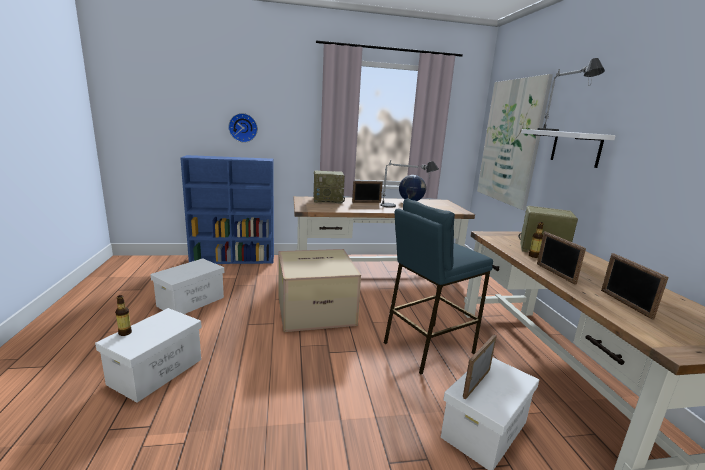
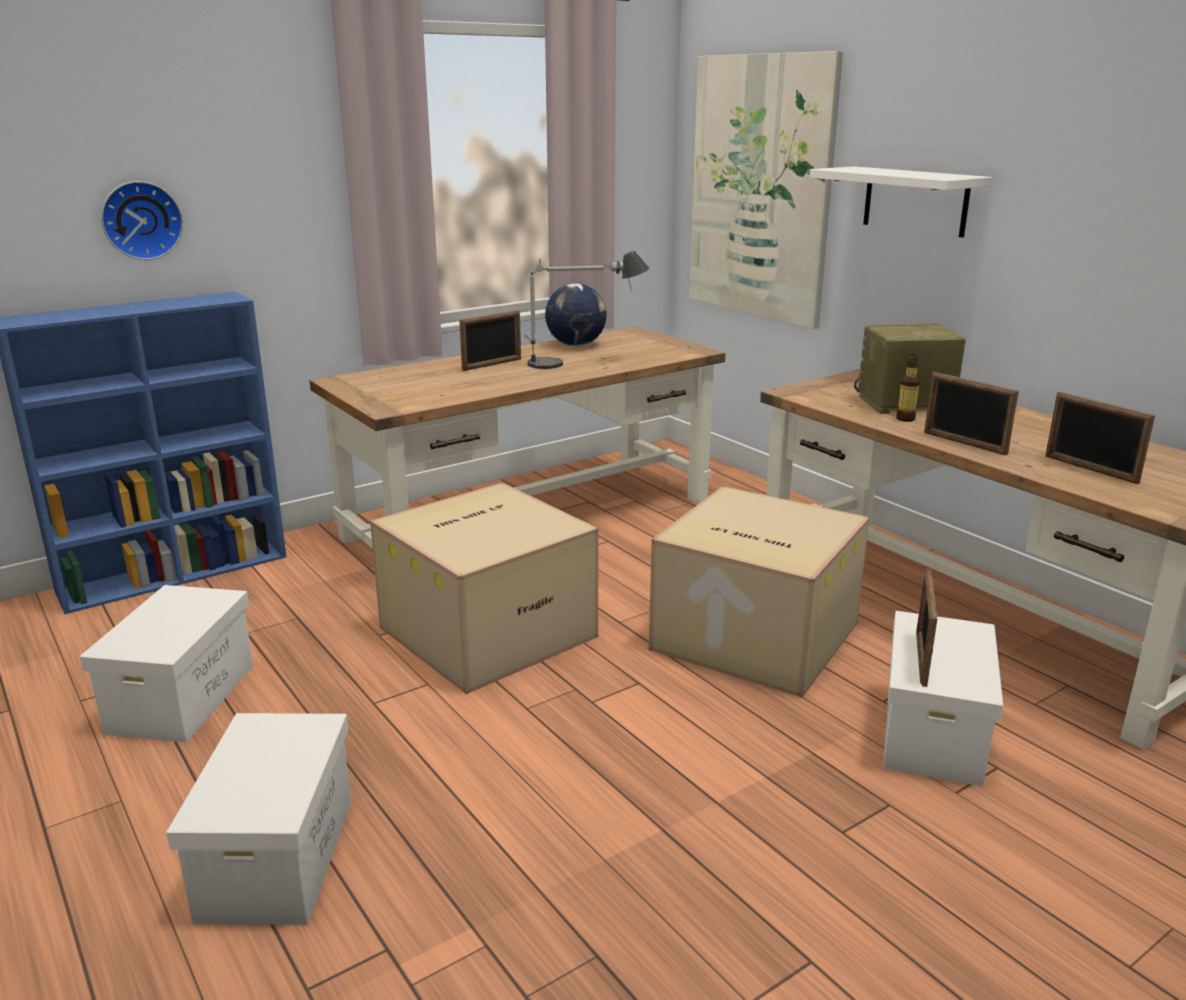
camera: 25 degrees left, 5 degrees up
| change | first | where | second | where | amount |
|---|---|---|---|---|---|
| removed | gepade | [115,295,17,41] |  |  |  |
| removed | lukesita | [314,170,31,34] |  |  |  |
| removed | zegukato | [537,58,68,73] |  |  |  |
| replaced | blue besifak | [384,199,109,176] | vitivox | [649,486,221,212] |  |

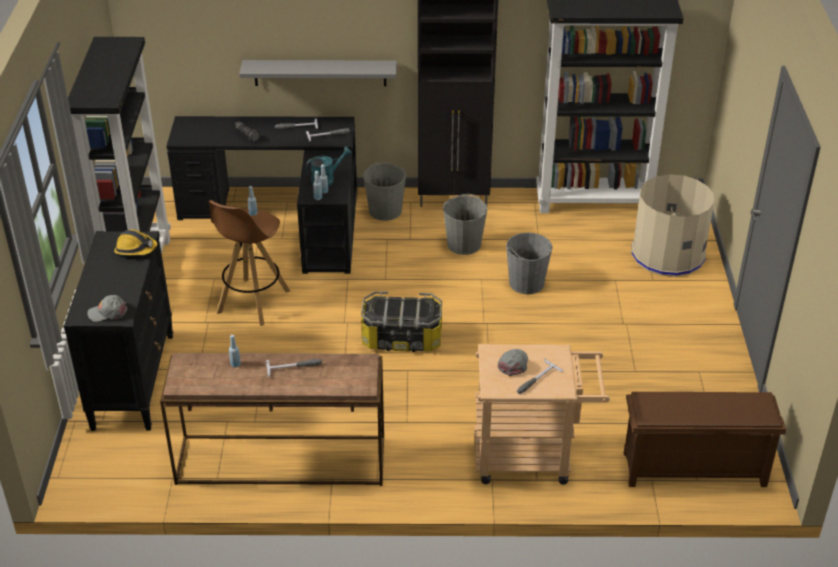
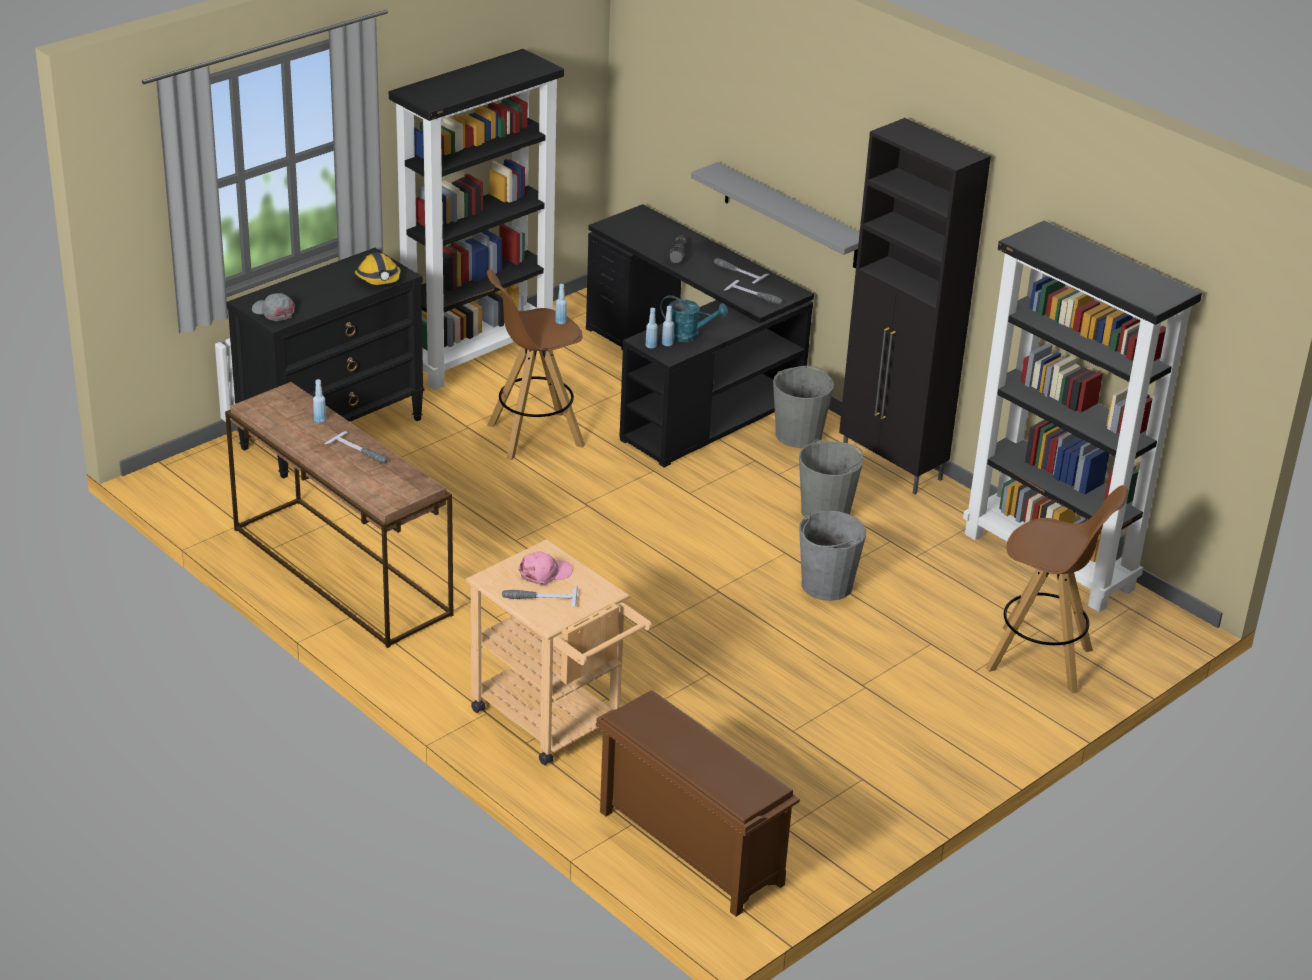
camera: 45 degrees right, 5 degrees down
| change | first | where | second | where | amount |
|---|---|---|---|---|---|
| removed | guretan | [361,291,81,61] |  |  |  |
| replaced | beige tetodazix | [631,174,83,103] | brown besifak | [986,485,142,209] |  |
| recoloured | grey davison | [498,349,30,27] | pink davison | [518,552,54,33] |  |

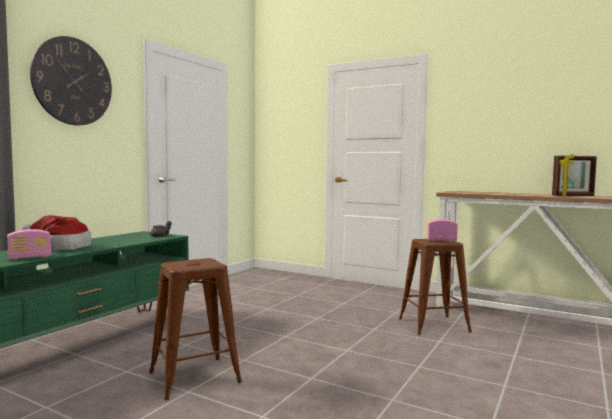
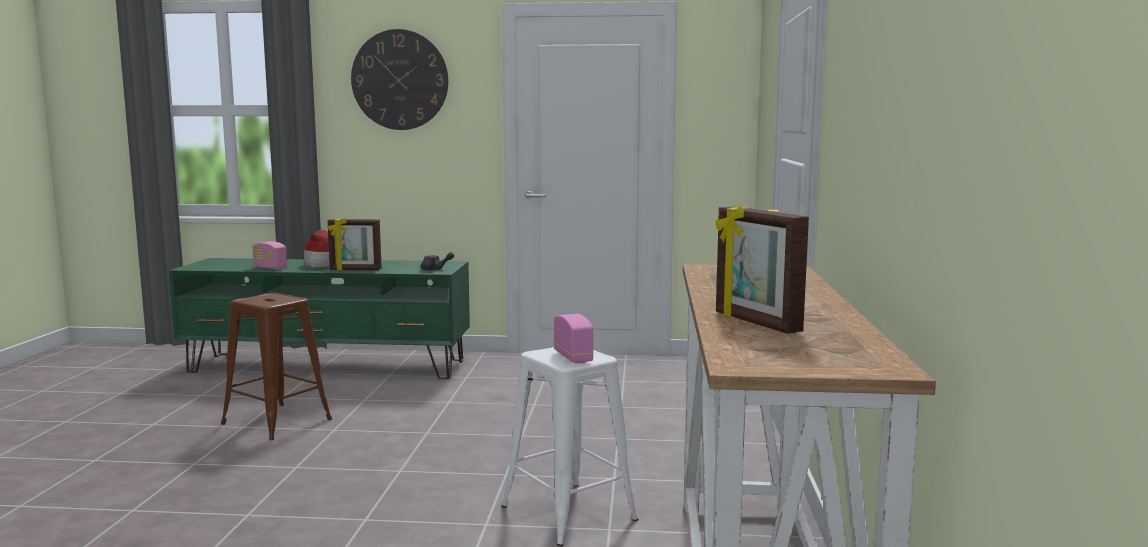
camera: 65 degrees right, 5 degrees up
| change | first | where | second | where | amount |
|---|---|---|---|---|---|
| added |  |  | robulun | [328,218,54,53] |  |
| recoloured | brown besifak | [399,239,73,96] | white besifak | [501,347,137,200] |  |

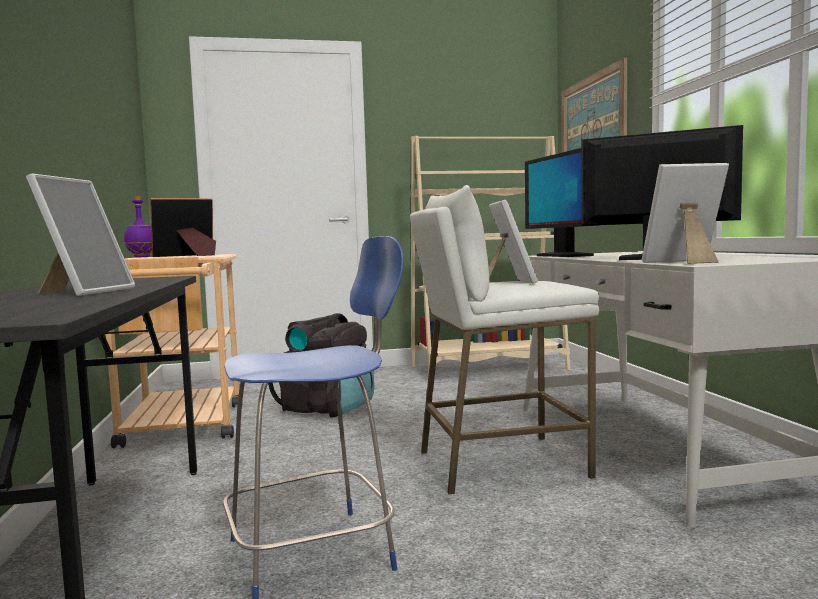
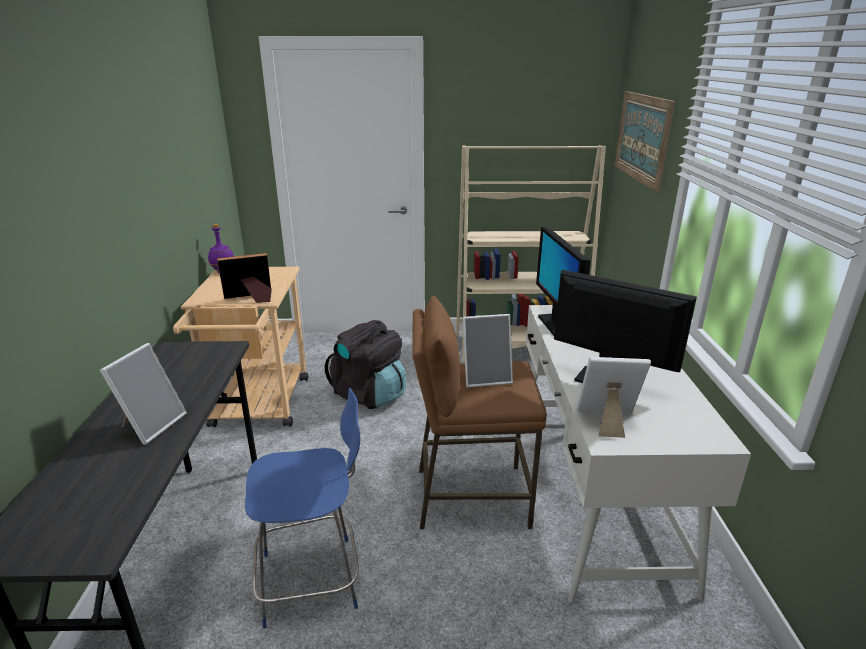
camera: 10 degrees right, 20 degrees up
| change | first | where | second | where | amount |
|---|---|---|---|---|---|
| recoloured | white besifak | [410,185,189,309] | brown besifak | [412,296,135,233] |  |
| turned | robulun | [489,200,49,84] |  | [463,314,50,74] | 75 degrees clockwise |

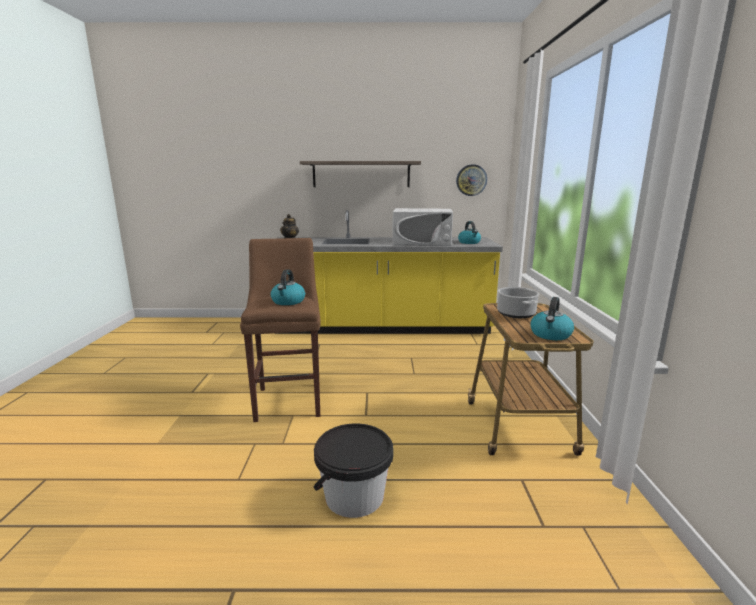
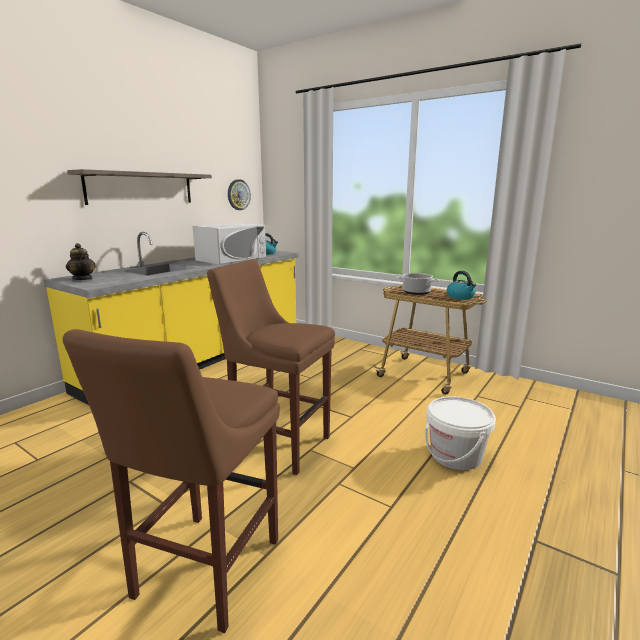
camera: 55 degrees left, 0 degrees up
| change | first | where | second | where | amount |
|---|---|---|---|---|---|
| removed | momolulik | [271,269,34,36] |  |  |  |
| added |  |  | brown besifak | [63,329,217,304] |  |
| recoloured | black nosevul | [313,423,80,95] | white nosevul | [425,396,71,74] |  |

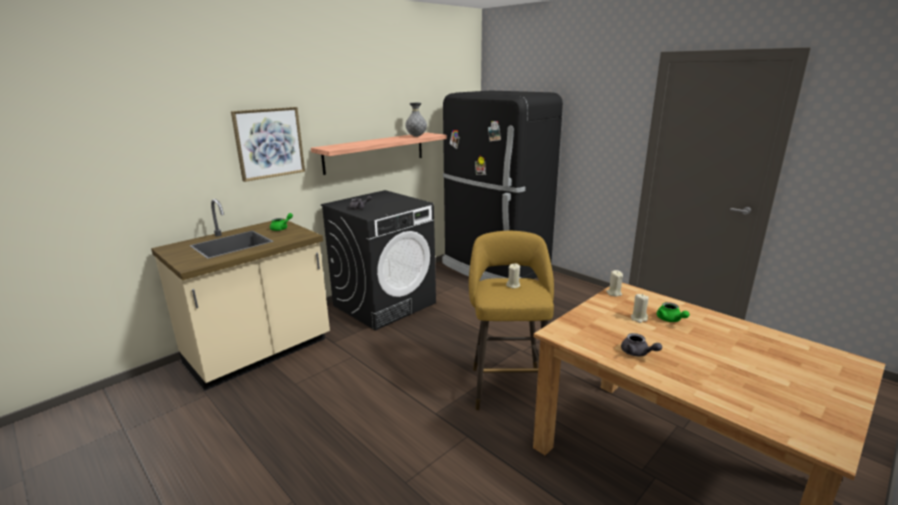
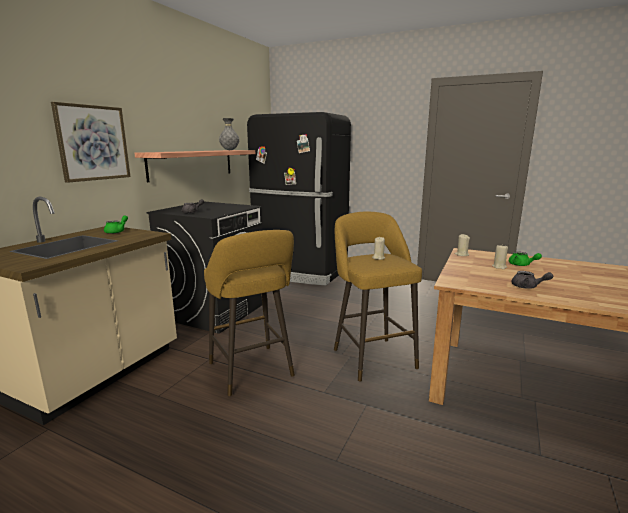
camera: 20 degrees left, 5 degrees down
| change | first | where | second | where | amount |
|---|---|---|---|---|---|
| added |  |  | yellow besifak | [204,230,91,166] |  |

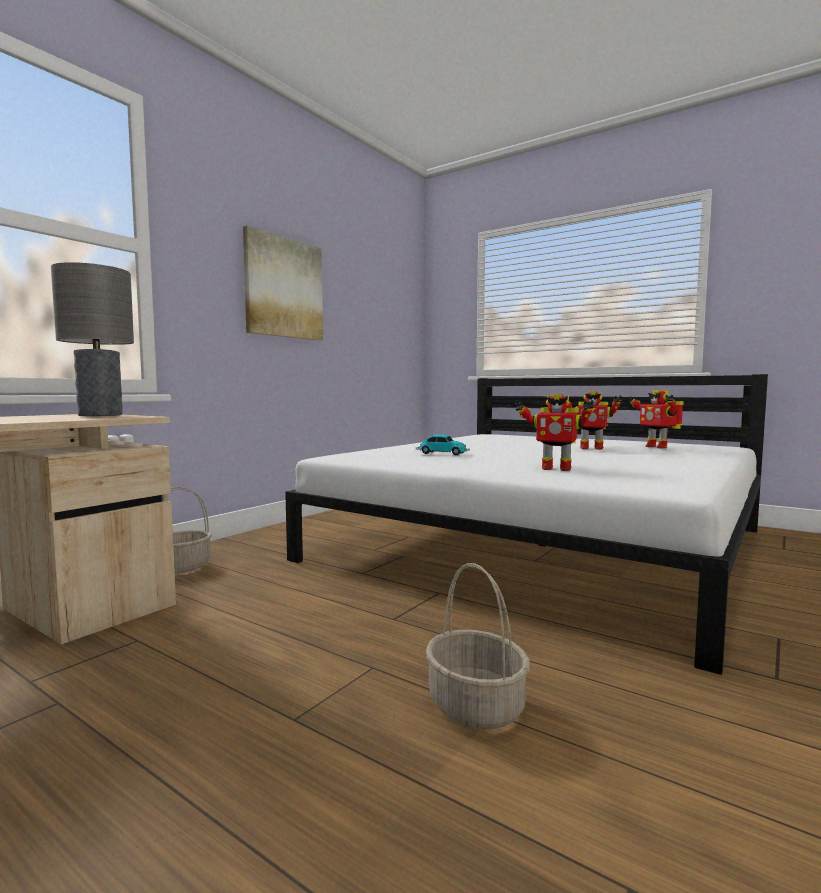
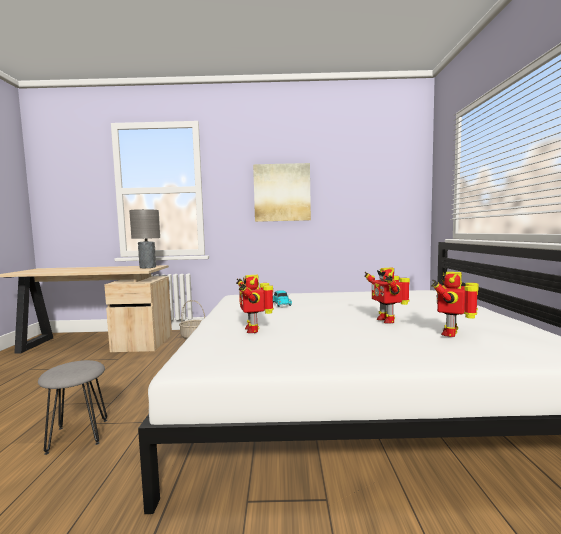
camera: 55 degrees right, 0 degrees up
| change | first | where | second | where | amount |
|---|---|---|---|---|---|
| replaced | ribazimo | [426,563,104,166] | grey besifak | [38,360,69,95] |  |

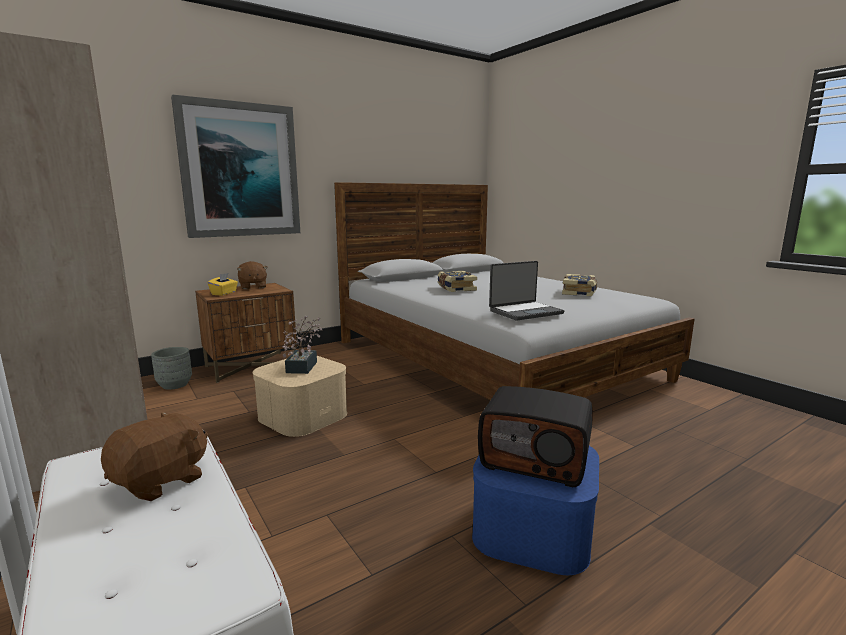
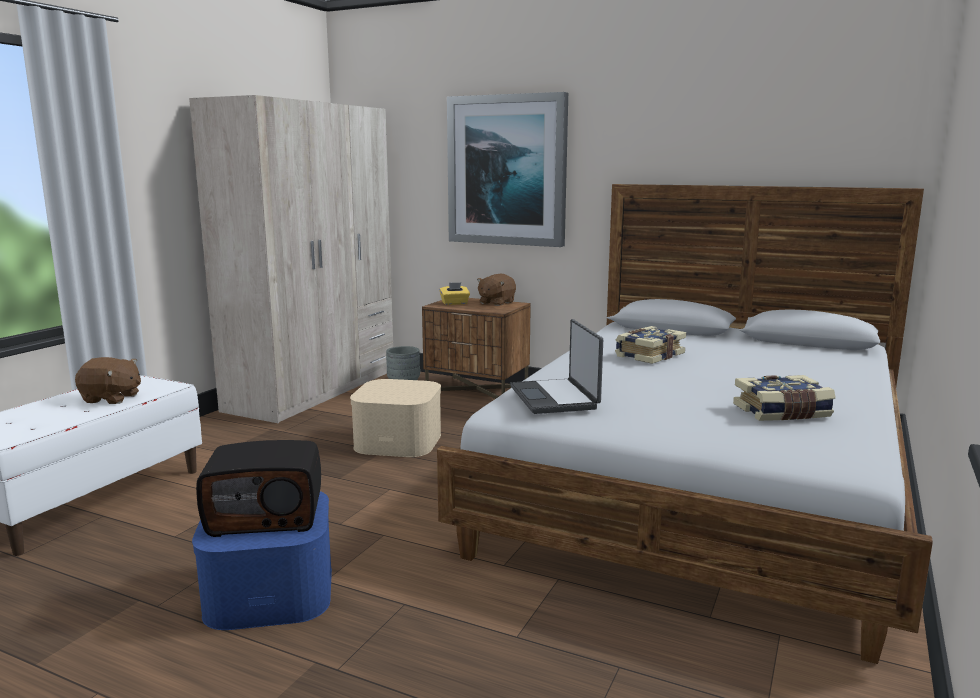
camera: 60 degrees right, 0 degrees up
| change | first | where | second | where | amount |
|---|---|---|---|---|---|
| removed | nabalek | [283,316,40,58] |  |  |  |
| turned | lukesita | [478,386,114,101] |  | [196,440,125,97] | 90 degrees counterclockwise |
| turned | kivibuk | [489,261,75,60] |  | [510,319,93,95] | 45 degrees clockwise |

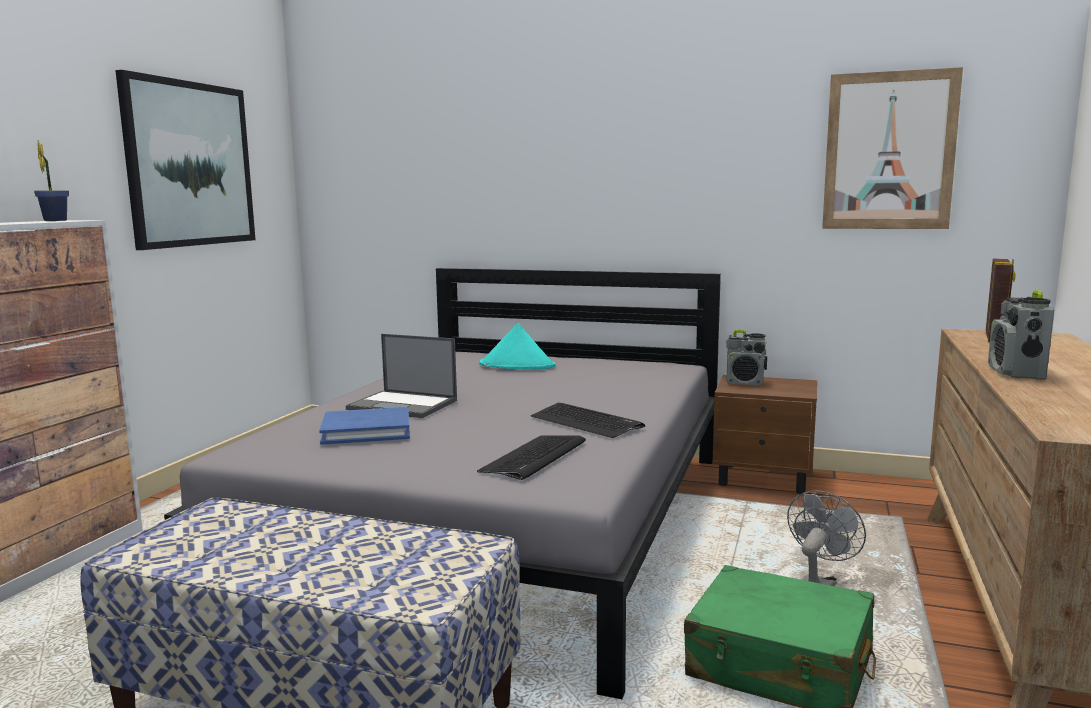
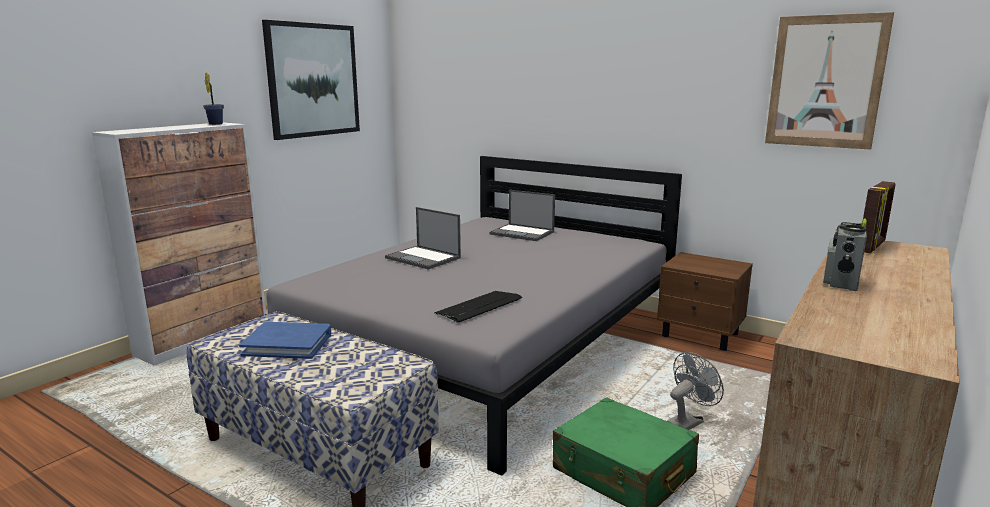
camera: 15 degrees right, 5 degrees up
| change | first | where | second | where | amount |
|---|---|---|---|---|---|
| removed | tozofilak | [531,403,114,35] |  |  |  |
| removed | lukesita | [726,330,41,55] |  |  |  |
| moved | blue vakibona | [319,407,91,38] |  | [239,322,92,37] |  |
| replaced | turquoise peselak | [479,323,76,46] | kivibuk | [490,190,65,51] |  |

